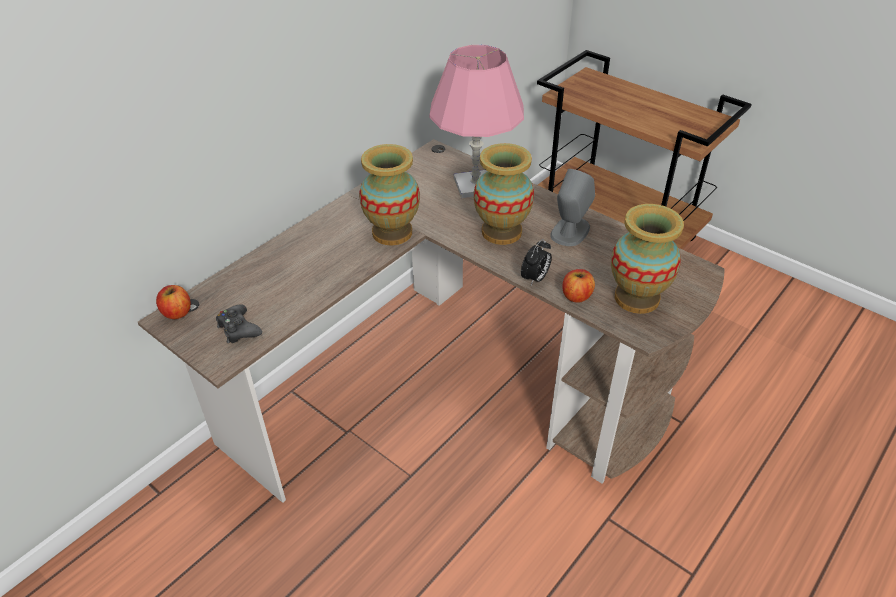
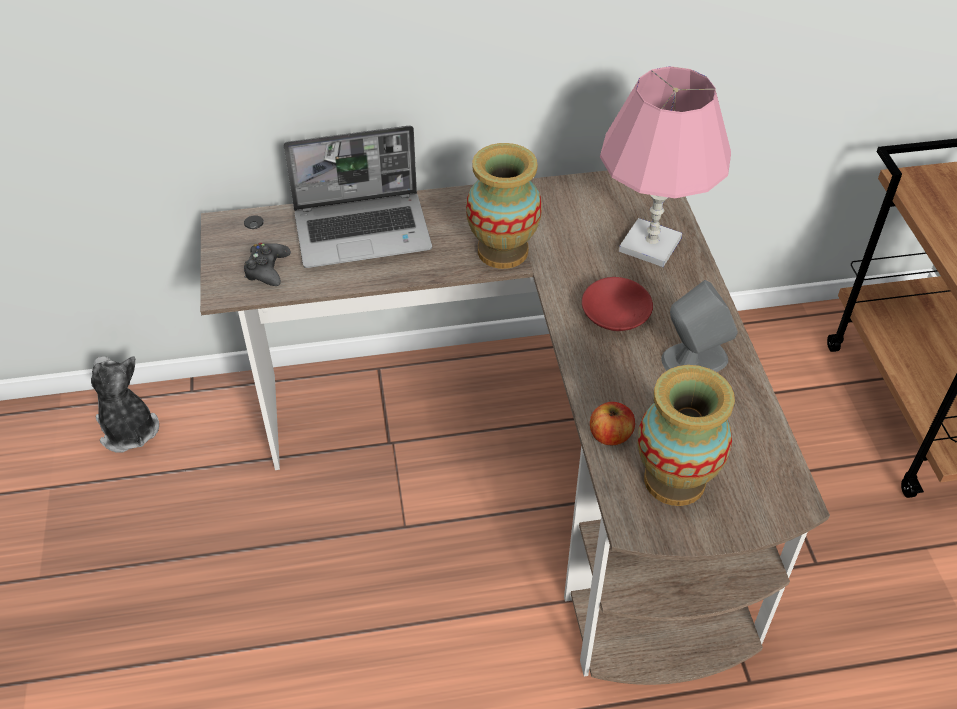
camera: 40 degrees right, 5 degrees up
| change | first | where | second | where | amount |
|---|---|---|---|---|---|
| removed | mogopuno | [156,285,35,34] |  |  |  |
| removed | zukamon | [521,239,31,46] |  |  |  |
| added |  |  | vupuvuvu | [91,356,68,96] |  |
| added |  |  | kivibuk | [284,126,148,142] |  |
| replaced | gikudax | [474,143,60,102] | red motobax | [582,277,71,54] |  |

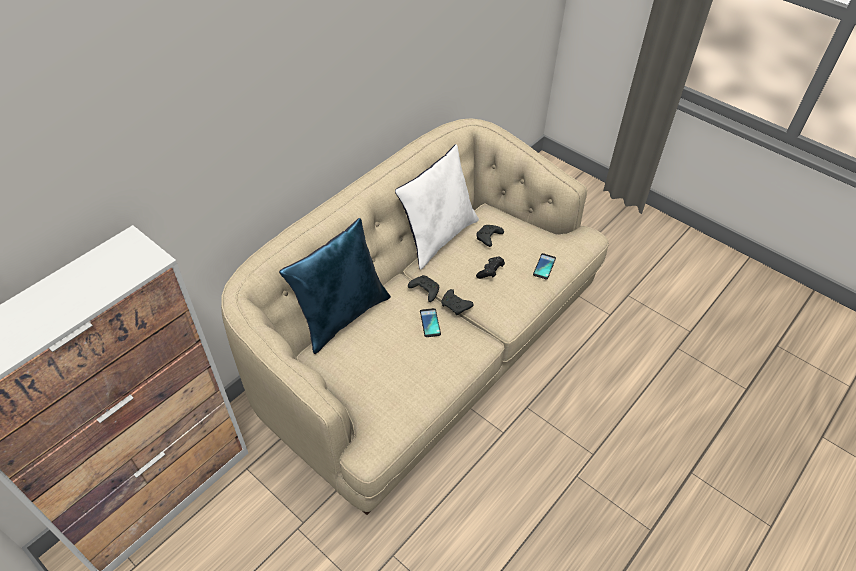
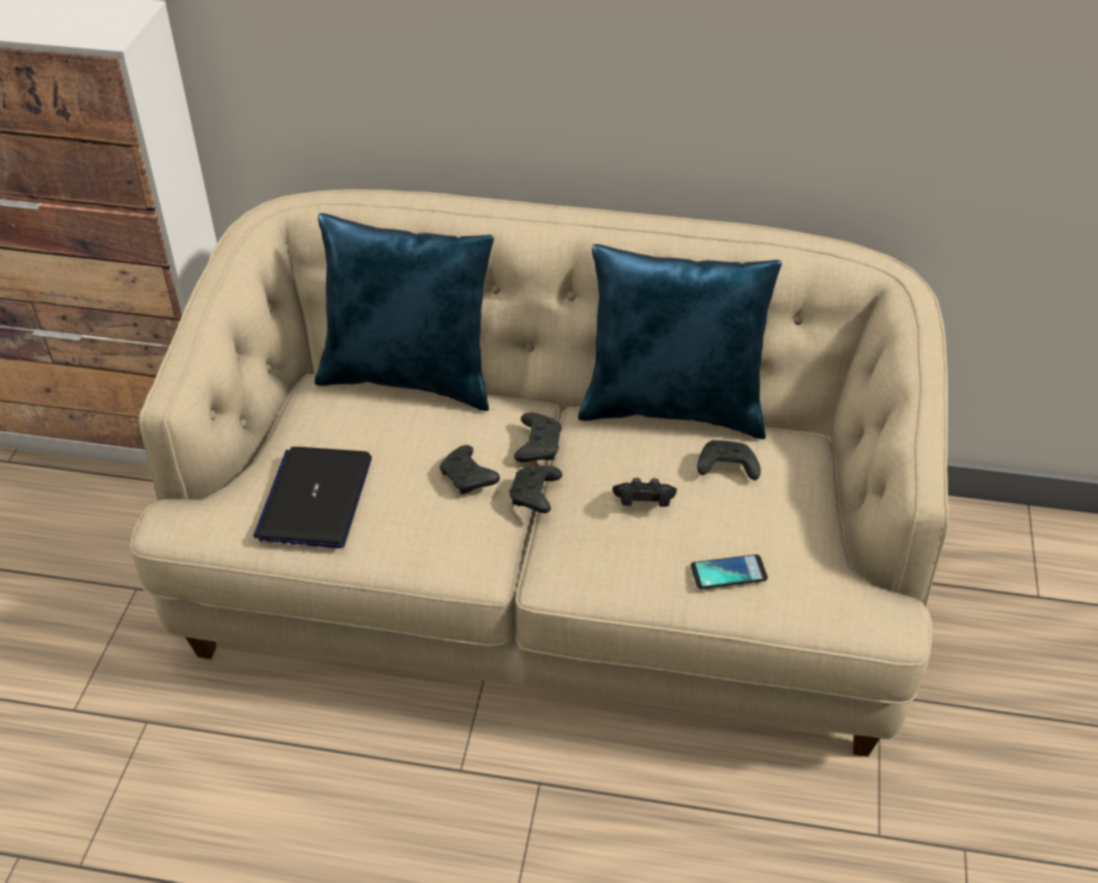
camera: 60 degrees right, 5 degrees down
| change | first | where | second | where | amount |
|---|---|---|---|---|---|
| added |  |  | kivibuk | [253,447,119,101] |  |
| replaced | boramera | [420,308,21,29] | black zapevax | [440,445,60,49] |  |
| recoloured | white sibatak | [395,144,84,126] | blue sibatak | [578,244,204,195] |  |

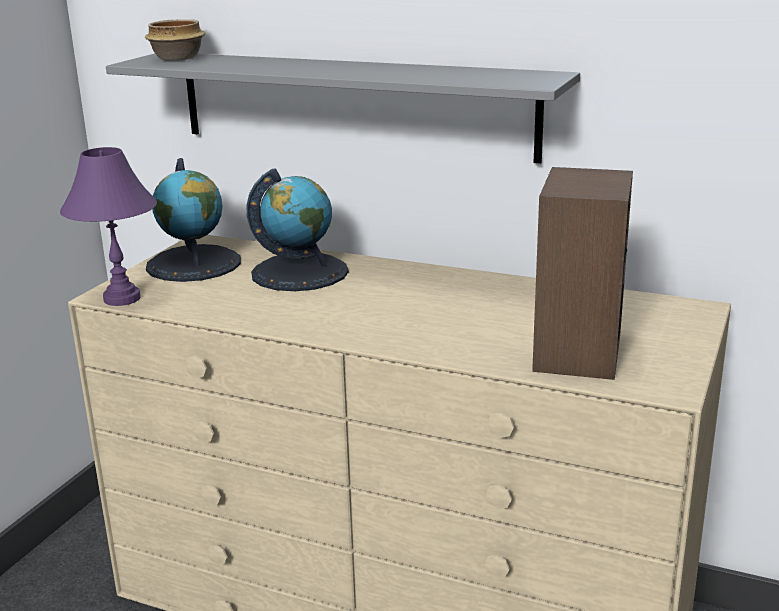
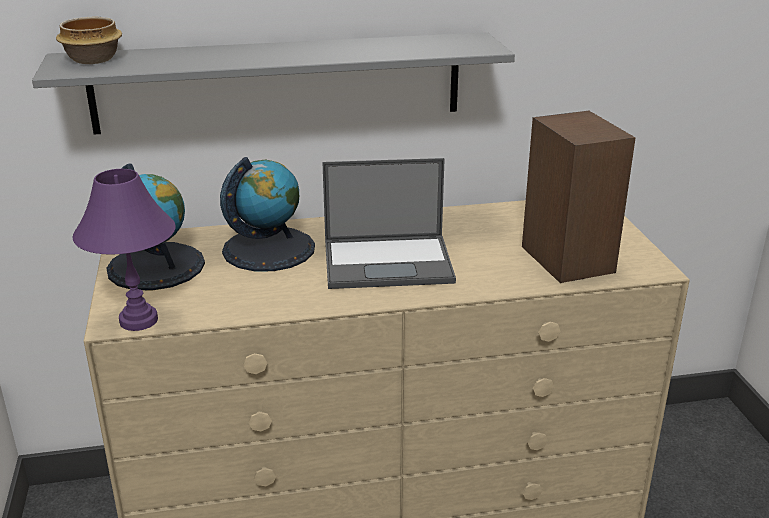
camera: 35 degrees left, 5 degrees up
| change | first | where | second | where | amount |
|---|---|---|---|---|---|
| added |  |  | kivibuk | [322,158,134,131] |  |

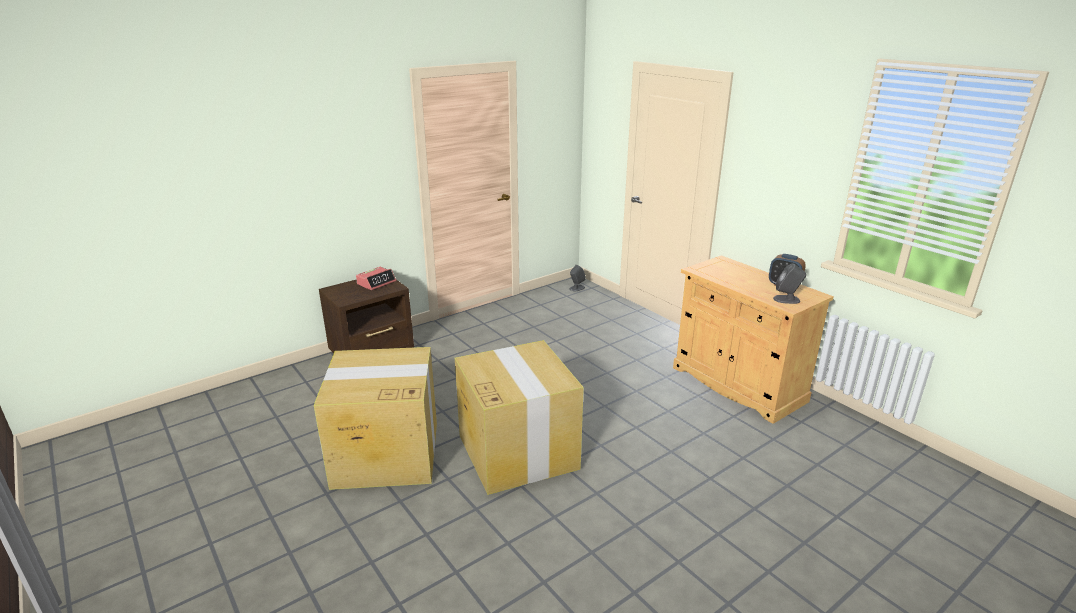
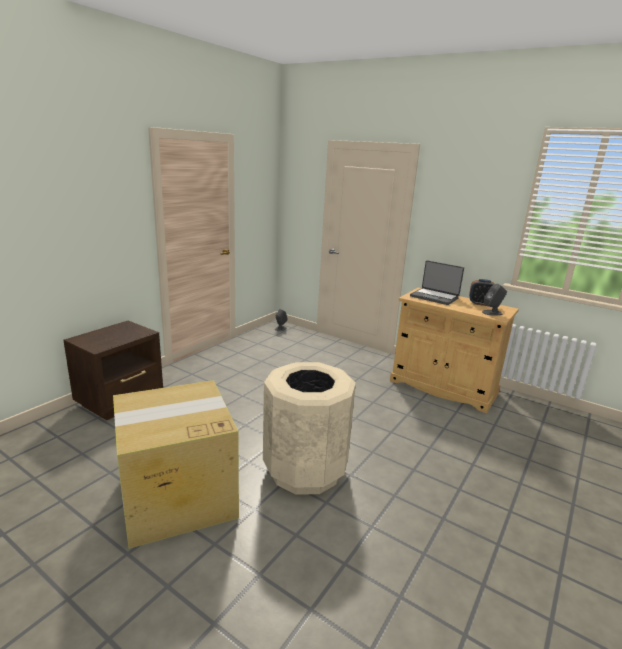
camera: 20 degrees left, 5 degrees down
| change | first | where | second | where | amount |
|---|---|---|---|---|---|
| removed | zukamon | [356,267,40,23] |  |  |  |
| added |  |  | kivibuk | [410,260,54,45] |  |
| replaced | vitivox | [455,340,129,155] | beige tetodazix | [263,362,93,133] |  |

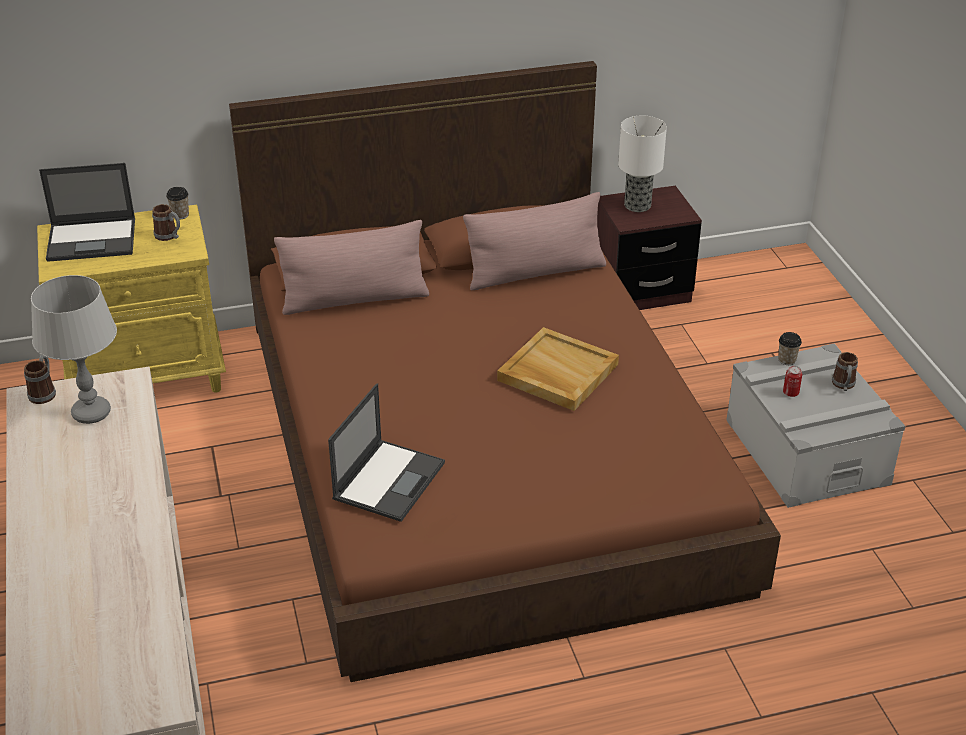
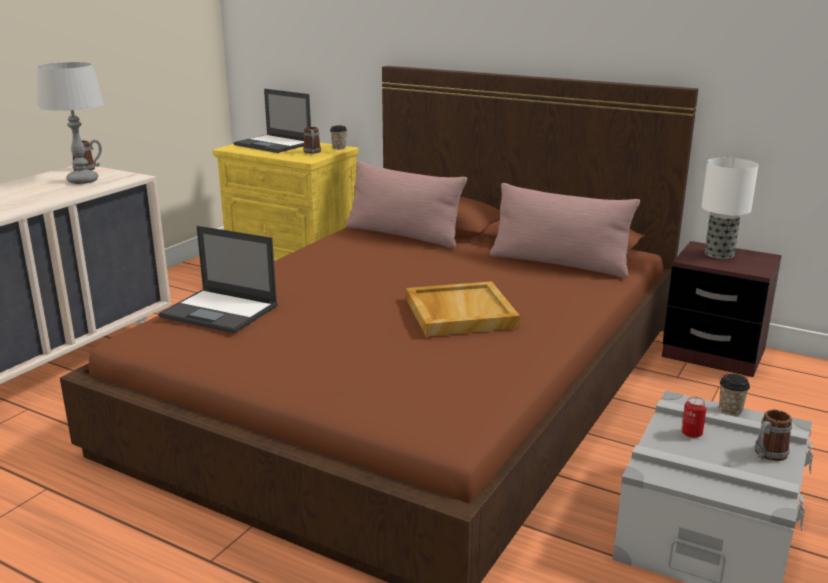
camera: 45 degrees right, 15 degrees down
| change | first | where | second | where | amount |
|---|---|---|---|---|---|
| turned | kivibuk | [328,383,117,139] |  | [158,226,120,107] | 45 degrees clockwise |

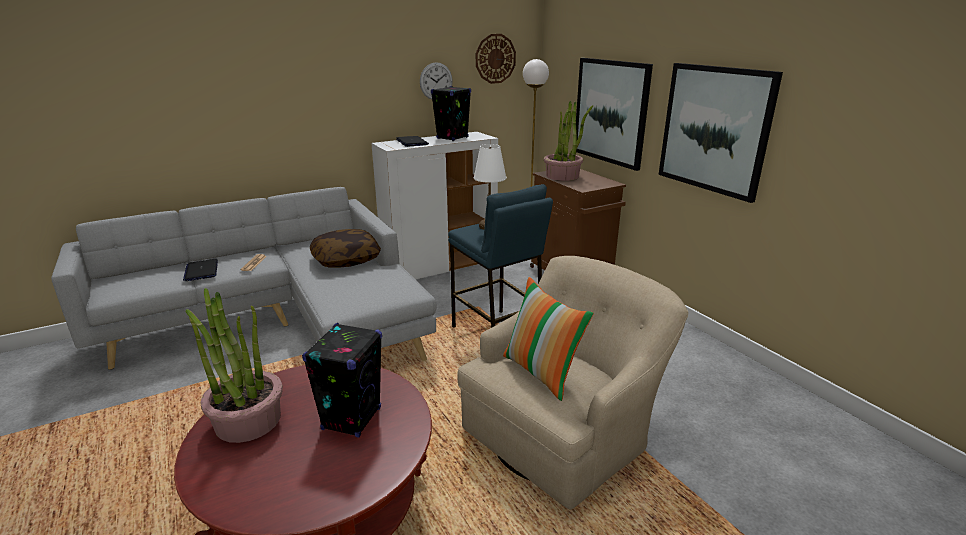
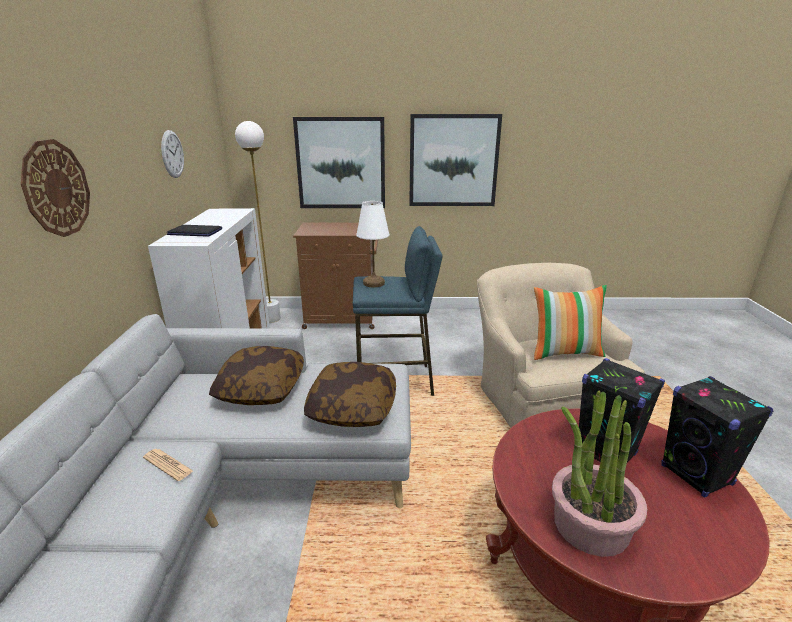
camera: 60 degrees left, 0 degrees up
| change | first | where | second | where | amount |
|---|---|---|---|---|---|
| removed | kivibuk | [183,259,35,22] |  |  |  |
| removed | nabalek | [544,101,49,80] |  |  |  |
| added |  |  | sibatak | [304,362,92,65] |  |
| moved | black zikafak | [431,86,40,55] |  | [661,376,112,122] |  |
| moved | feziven | [476,34,40,50] |  | [21,139,69,98] |  |

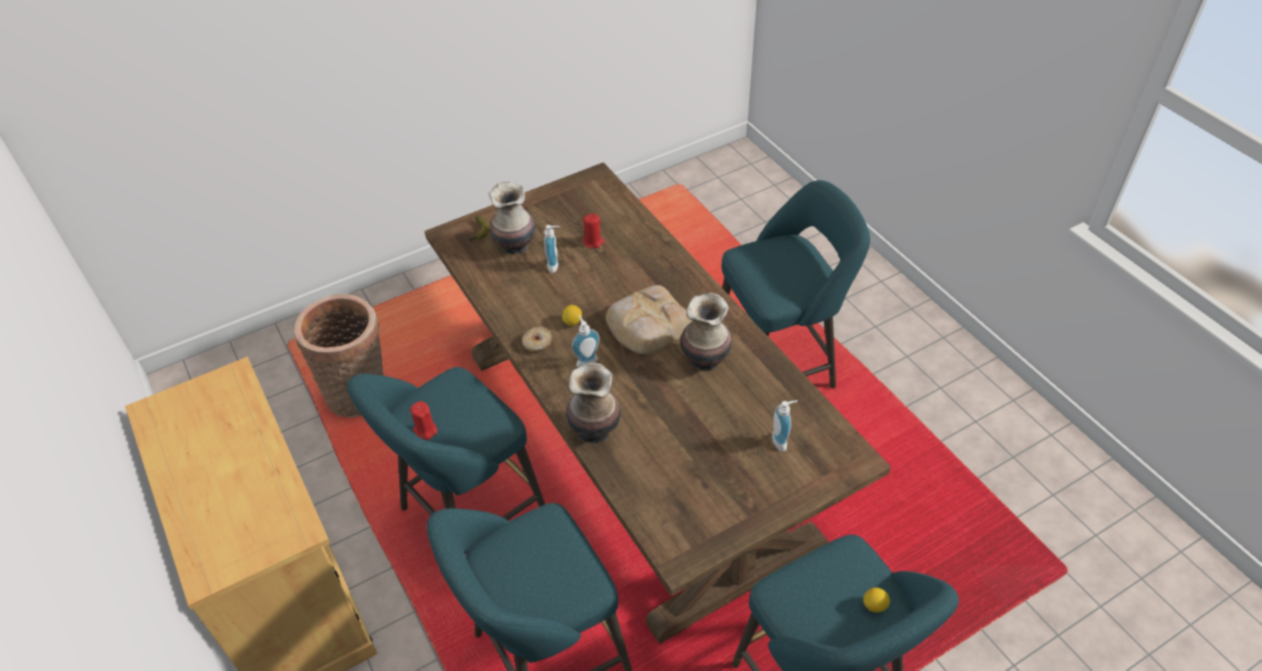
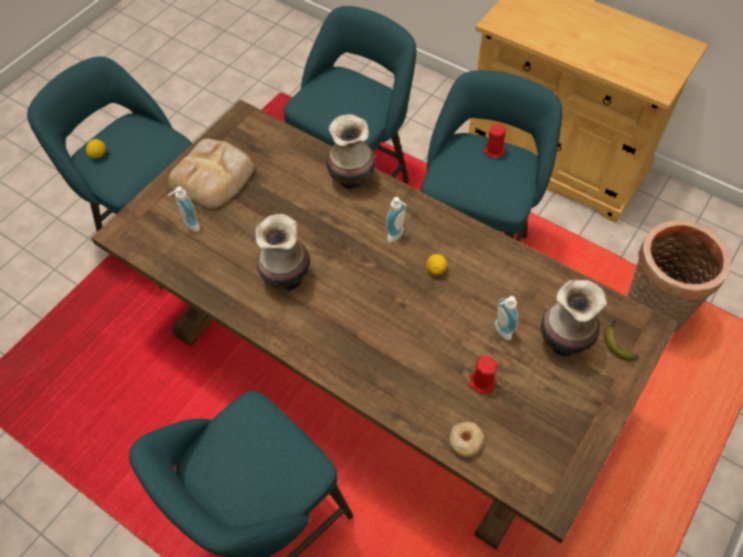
camera: 155 degrees right, 10 degrees up
| change | first | where | second | where | amount |
|---|---|---|---|---|---|
| moved | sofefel | [522,327,30,25] |  | [449,422,35,35] |  |
| moved | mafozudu | [606,285,86,69] |  | [168,139,86,70] |  |

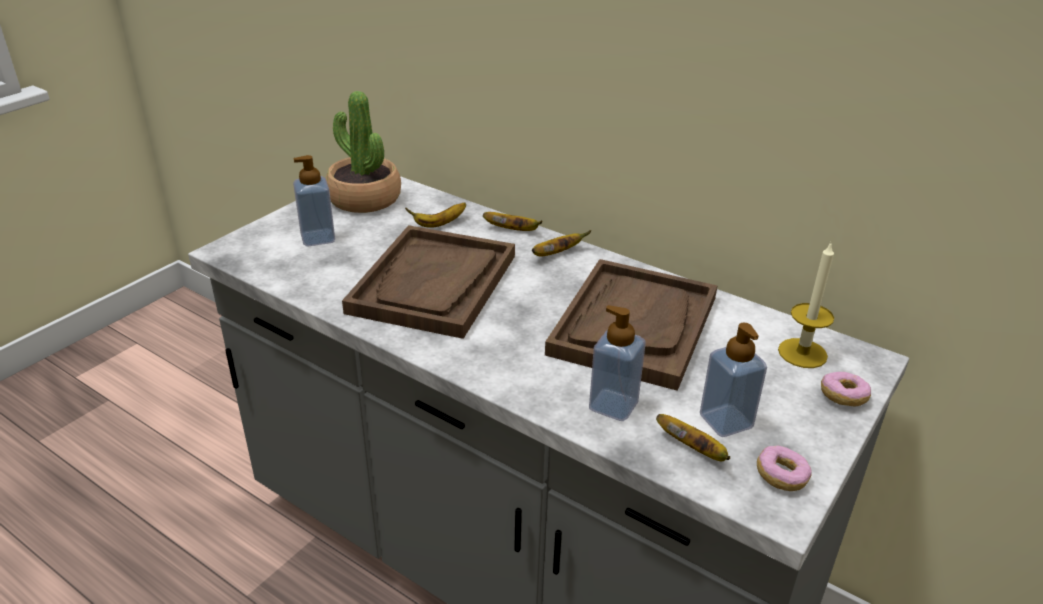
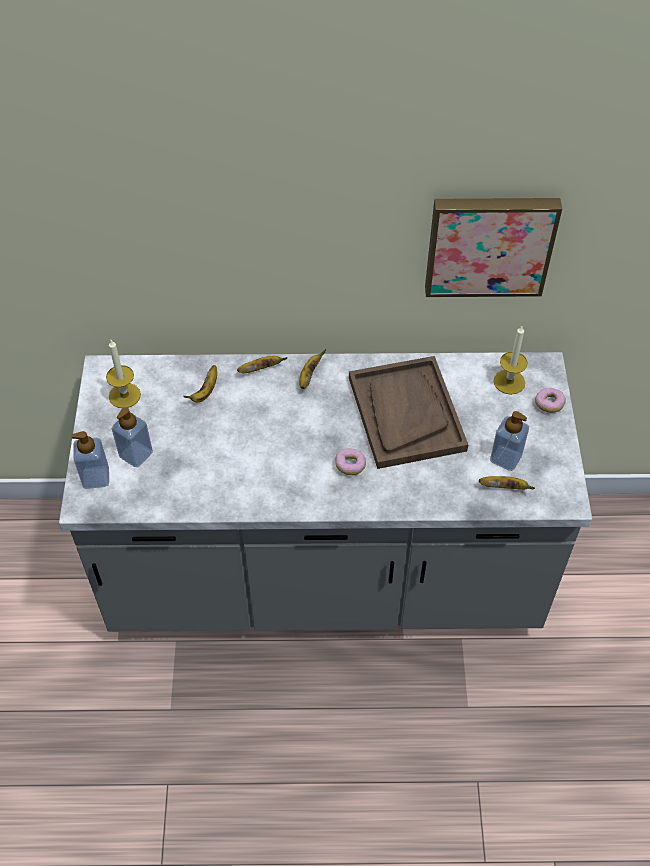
camera: 35 degrees left, 20 degrees up
| change | first | where | second | where | amount |
|---|---|---|---|---|---|
| removed | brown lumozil | [342,225,173,114] |  |  |  |
| added |  |  | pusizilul | [425,198,137,99] |  |
| moved | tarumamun | [589,305,57,116] |  | [71,431,38,58] |  |
| moved | sofefel | [757,445,55,46] |  | [335,449,31,26] |  |
| replaced | nabalek | [326,91,75,122] | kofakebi | [106,340,35,68] |  |

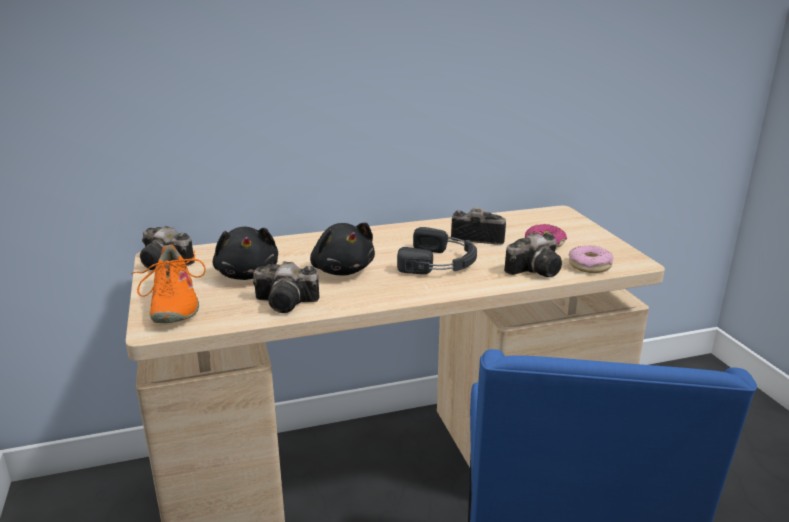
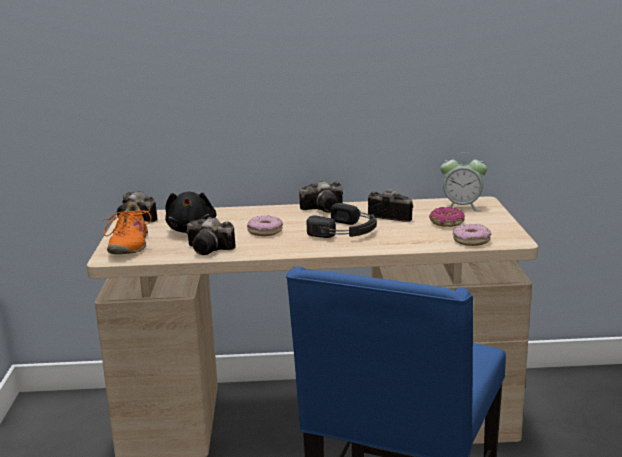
camera: 15 degrees right, 5 degrees down
| change | first | where | second | where | amount |
|---|---|---|---|---|---|
| added |  |  | zukamon | [441,152,46,59] |  |
| moved | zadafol | [504,232,58,45] |  | [299,180,44,33] |  |
| replaced | black vupuvuvu | [310,223,65,52] | sofefel | [247,216,36,20] |  |

